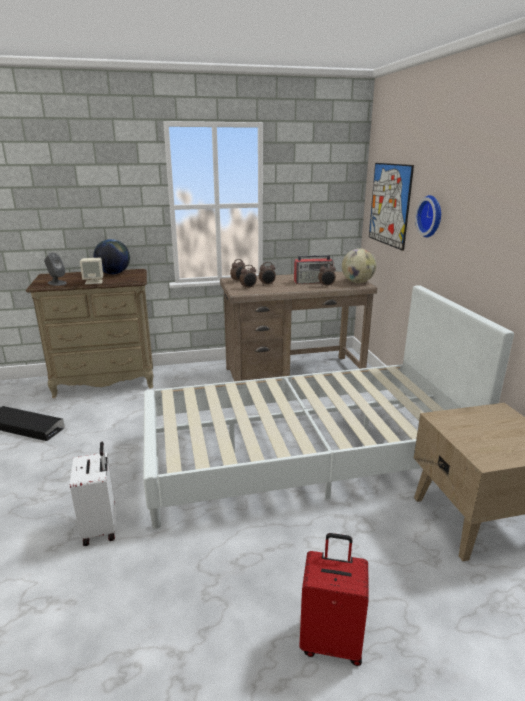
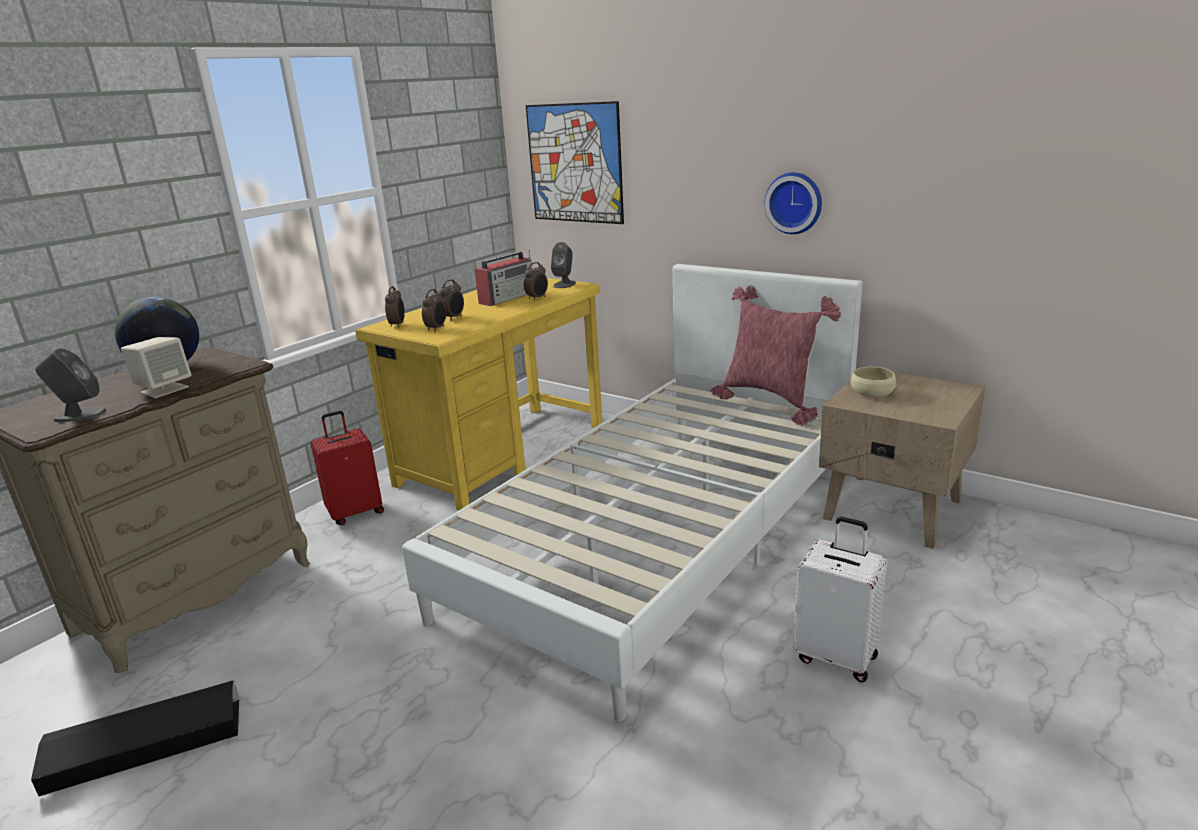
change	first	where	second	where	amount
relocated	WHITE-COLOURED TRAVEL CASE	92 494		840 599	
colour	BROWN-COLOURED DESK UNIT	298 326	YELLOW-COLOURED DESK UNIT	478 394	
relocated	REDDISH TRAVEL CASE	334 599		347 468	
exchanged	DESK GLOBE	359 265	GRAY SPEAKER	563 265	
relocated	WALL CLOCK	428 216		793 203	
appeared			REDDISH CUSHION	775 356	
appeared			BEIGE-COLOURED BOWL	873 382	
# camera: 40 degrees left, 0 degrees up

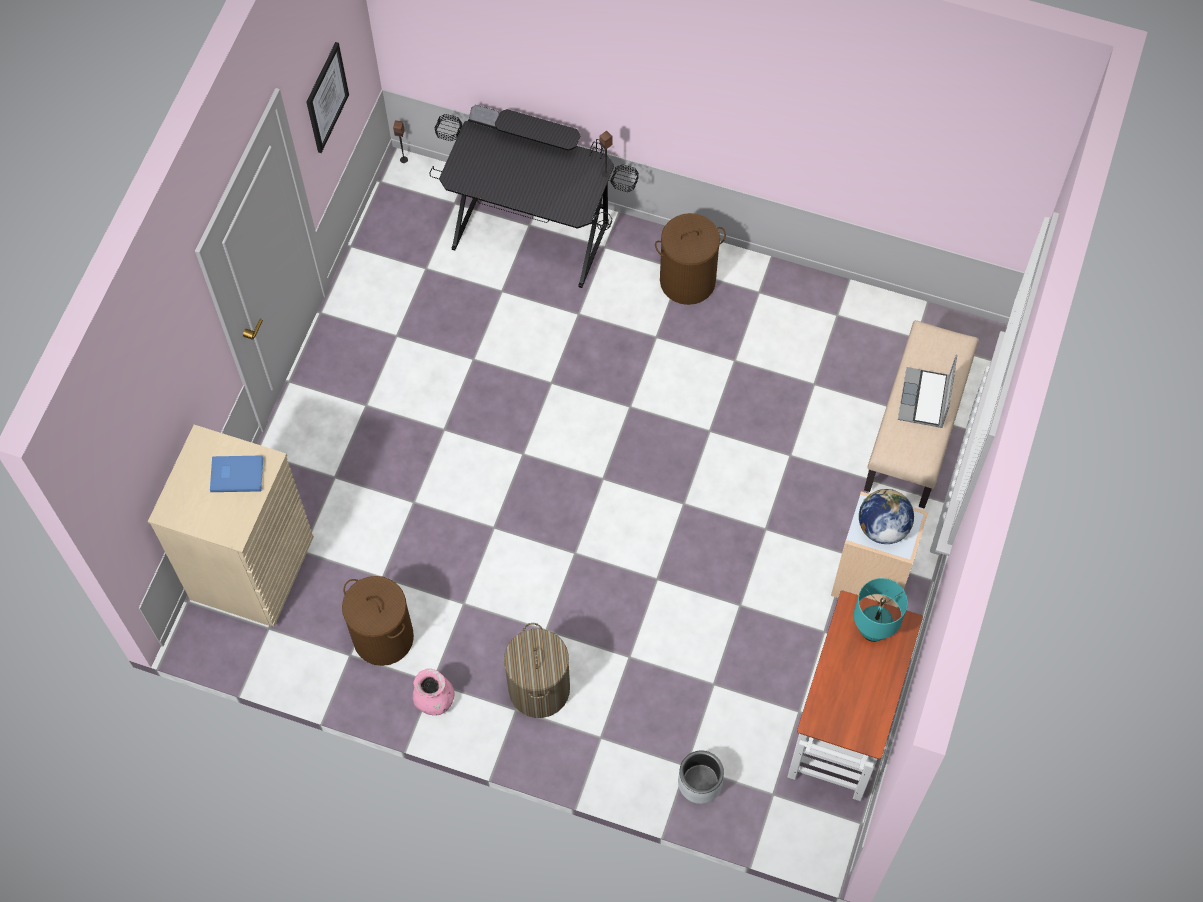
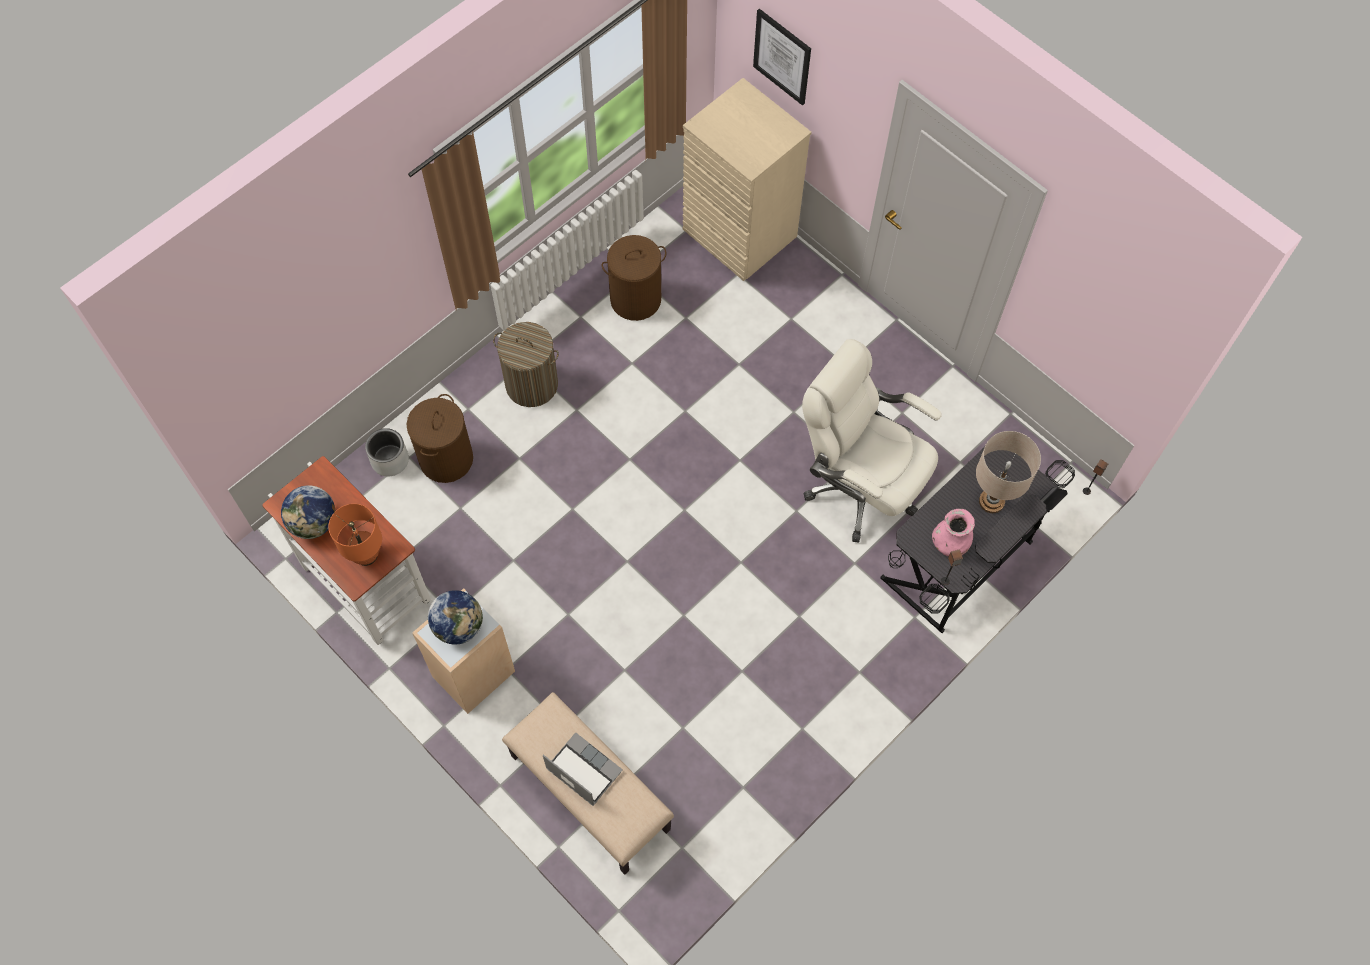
change	first	where	second	where	amount
missing	BLUE BOUND BOOK	236 473			
relocated	WALL ART	327 97		782 57	
relocated	PINKISH FLOWER VASE	433 692		953 533	
relocated	BROWN-COLOURED WASHING BASKET	690 259		440 438	
colour	BLUE-GREEN TABLETOP LAMP	881 610	ORANGE TABLETOP LAMP	355 535	
appeared			DESK GLOBE	308 512	
appeared			WHITE-COLOURED DESK CHAIR	872 441	
appeared			BEIGE-COLOURED TABLETOP LAMP	1008 472	
# camera: 115 degrees right, 0 degrees up

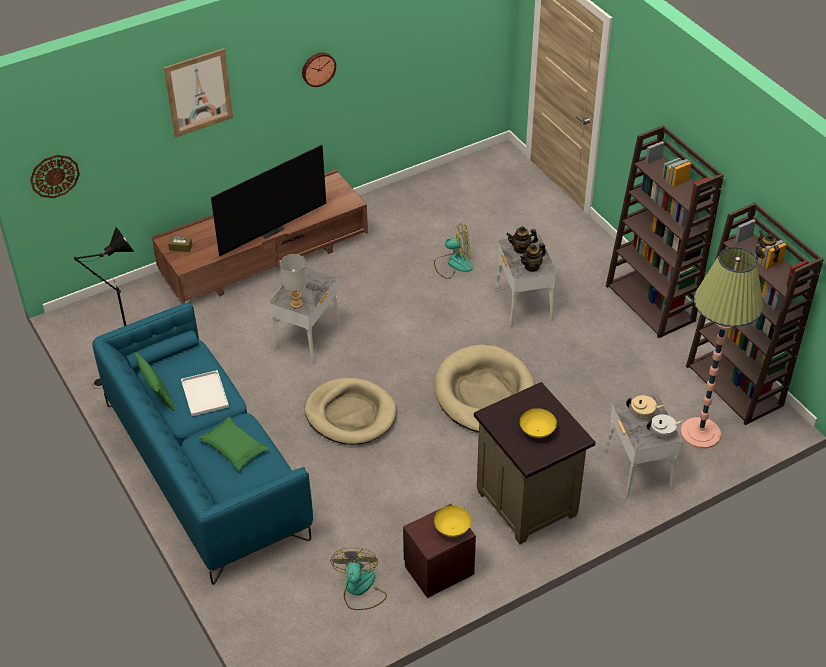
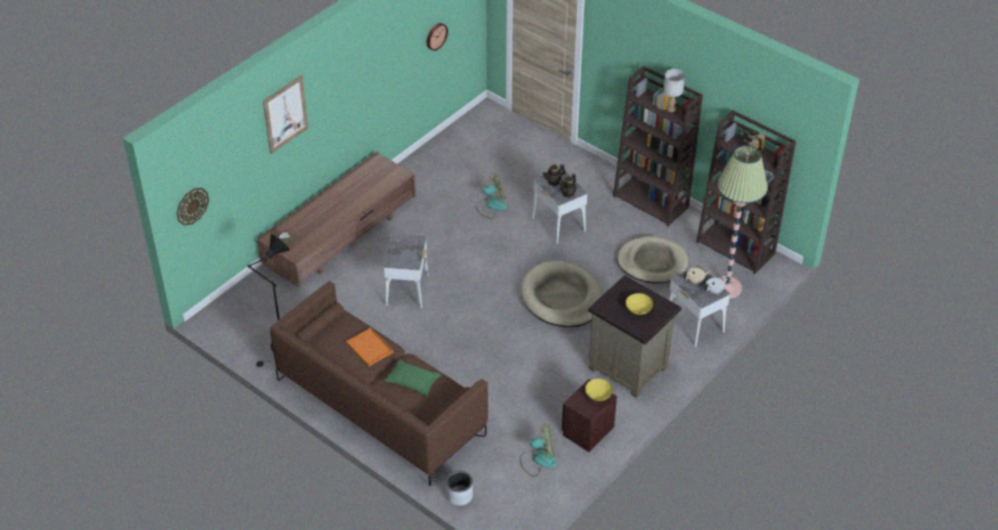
change	first	where	second	where	amount
colour	BLUE COUCH	202 443	BROWN-COLOURED COUCH	379 383	
missing	GREEN-COLOURED CUSHION	155 381			
colour	WHITE-COLOURED TRAY	205 393	ORANGE TRAY	369 347	
missing	TV SET	268 201			
relocated	GRAY TABLETOP LAMP	294 281		674 90	
relocated	WALL CLOCK	319 70		437 37	
relocated	BEIGE-COLOURED DOG BED	350 411		652 259	
spun	COOLING FAN	358 578		538 450	105 degrees clockwise
appeared			GRAY PLANT POT	459 488	
# camera: 20 degrees left, 0 degrees up

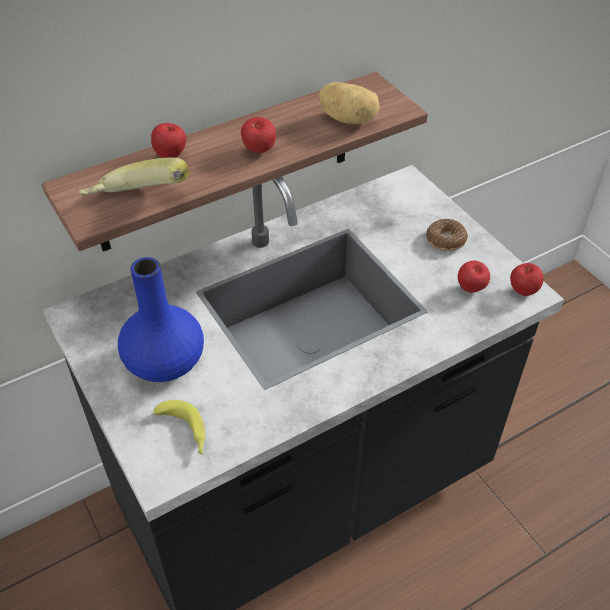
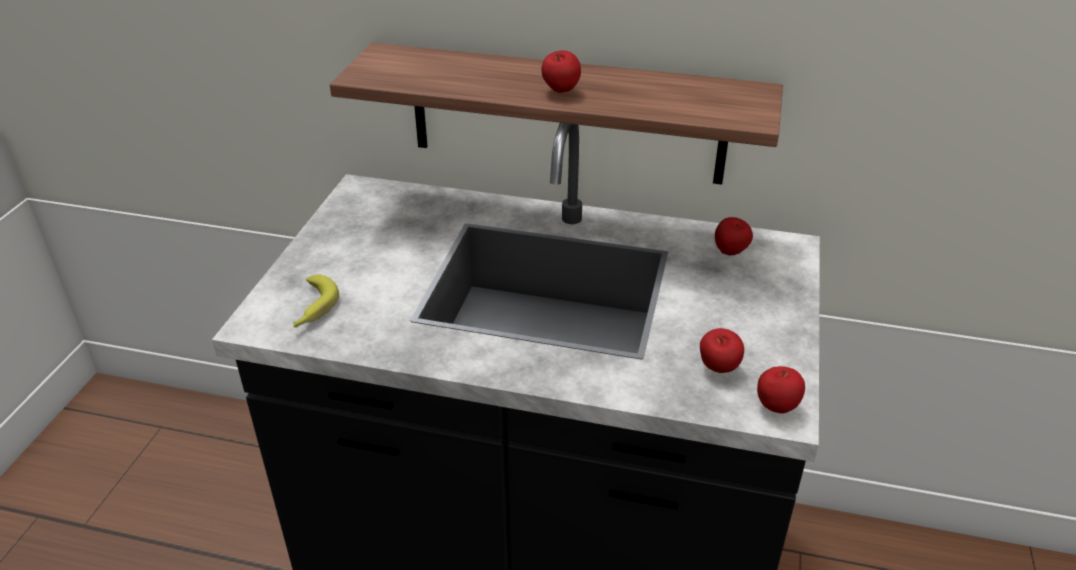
change	first	where	second	where	amount
missing	WHOLE BANANA	134 176			
missing	BLUE FLOWER VASE	161 319			
relocated	WHOLE APPLE	168 140		734 236	
missing	POTATO	349 103			
missing	RING DOUGHNUT	447 235			
# camera: 45 degrees right, 10 degrees down

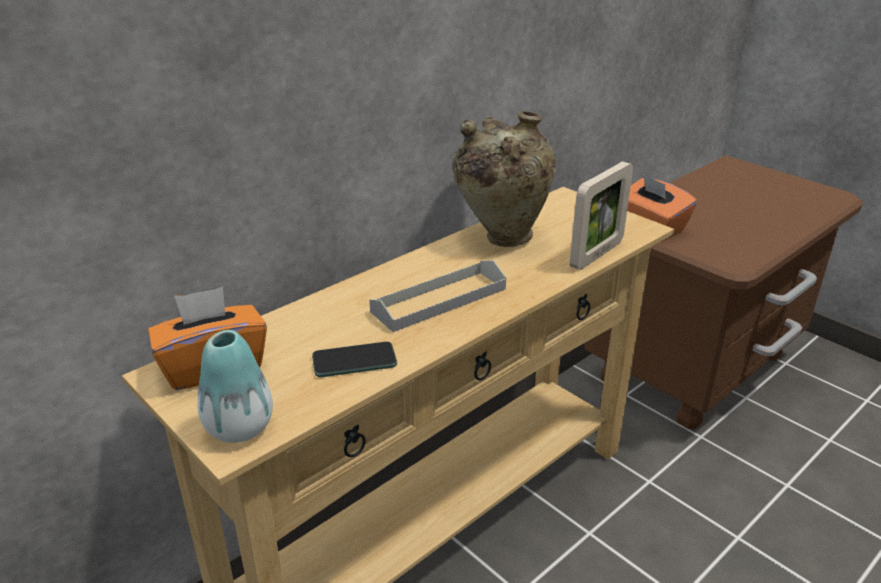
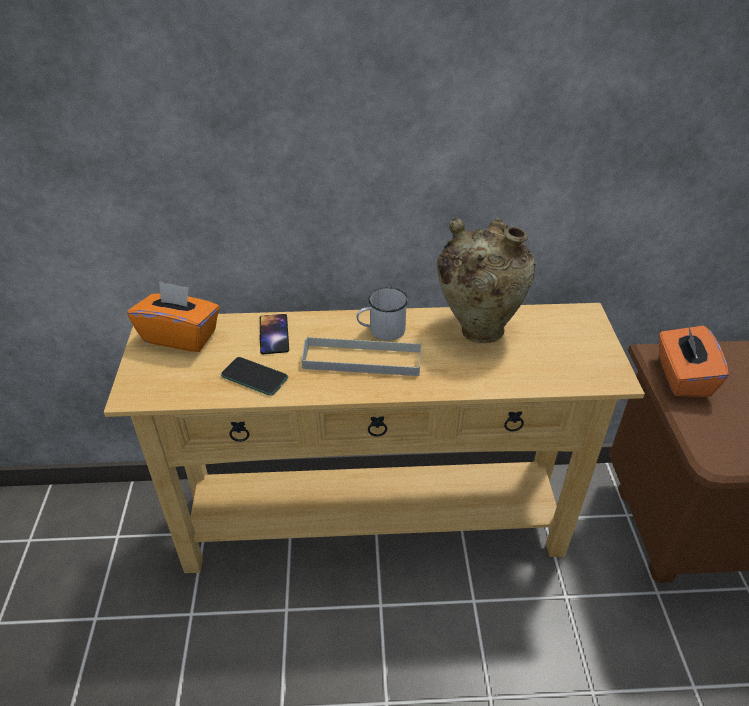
change	first	where	second	where	amount
missing	FLOWER VASE	235 386			
missing	PICTURE FRAME	601 215			
appeared			HANDSET	274 334	
appeared			WHITE-COLOURED MUG	382 314	
# camera: 40 degrees right, 10 degrees up

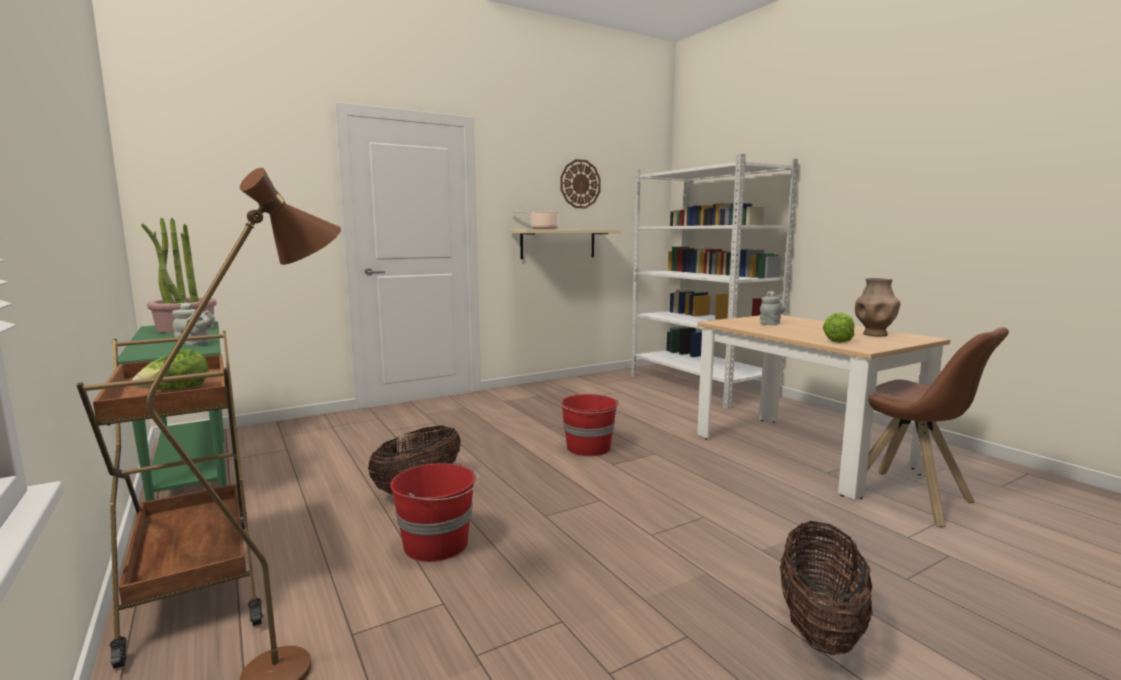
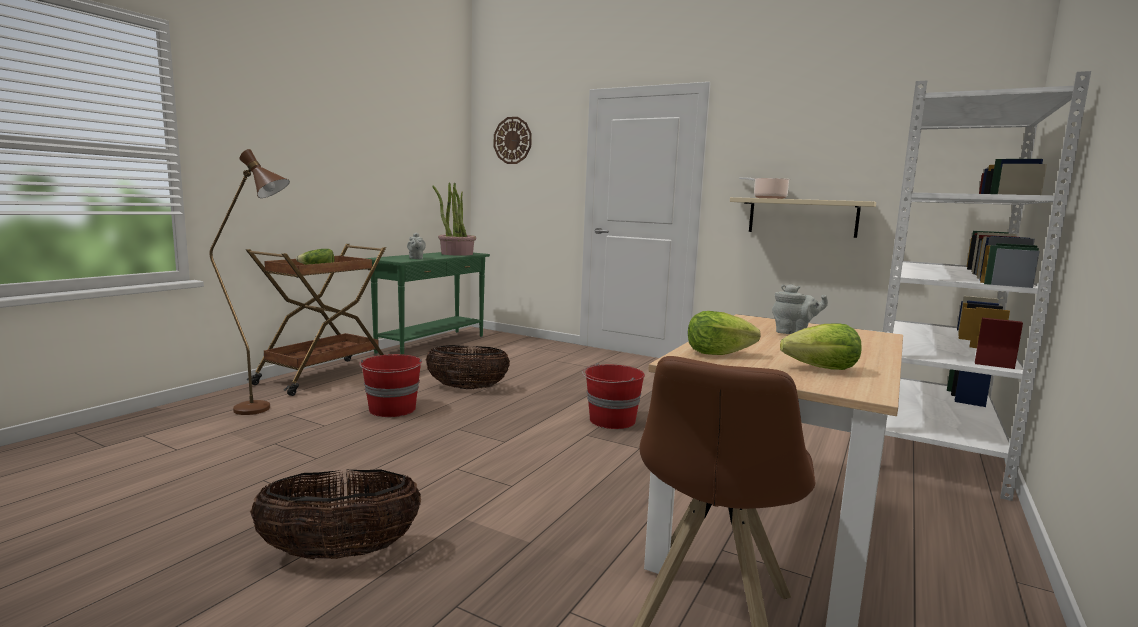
change	first	where	second	where	amount
relocated	WALL CLOCK	581 183		513 140	
exchanged	BROWN-COLOURED FLOWER VASE	877 307	LETTUCE HEAD	820 346	
# camera: 60 degrees right, 0 degrees up

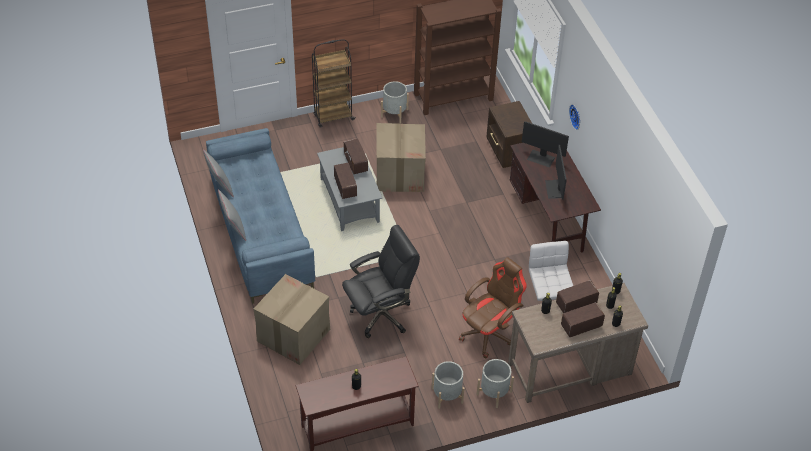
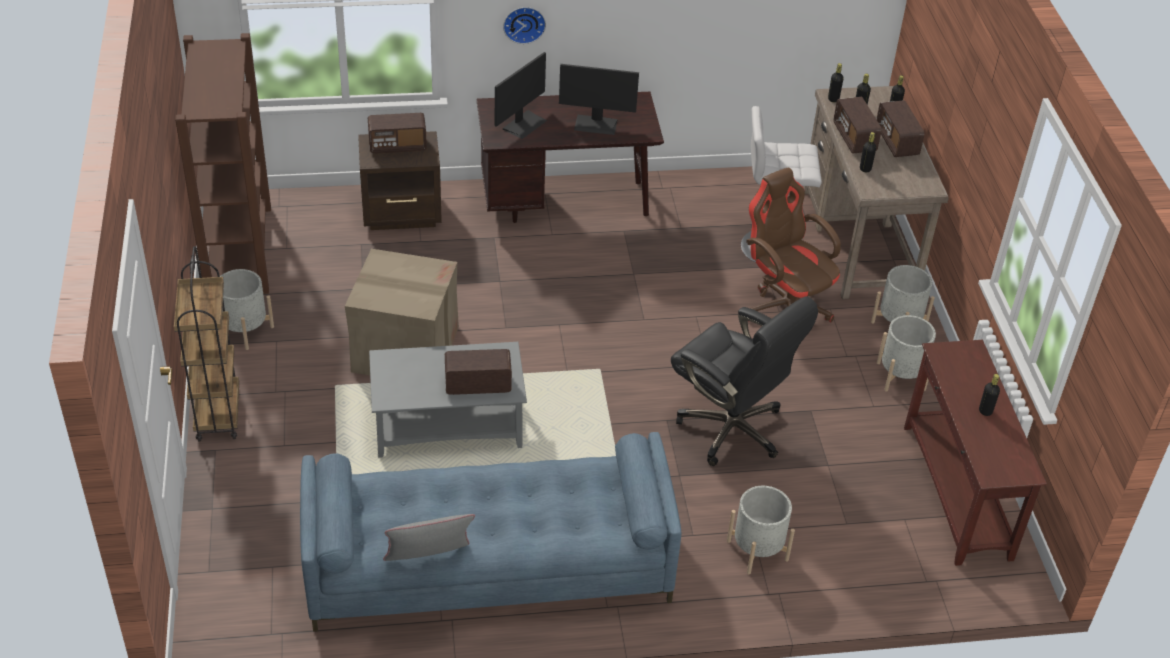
change	first	where	second	where	amount
missing	GRAY CUSHION	232 215			
exchanged	CARDBOARD BOX	291 319	GRAY PLANT POT	761 530	
spun	BLACK DESK CHAIR	381 281		744 381	150 degrees clockwise
relocated	RADIO	356 156		397 133	
# camera: 80 degrees left, 5 degrees down

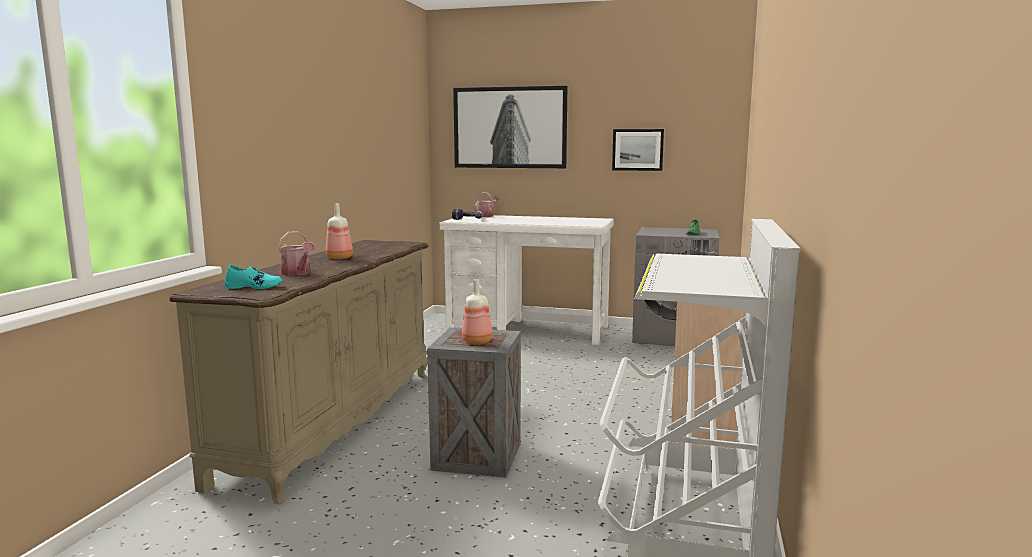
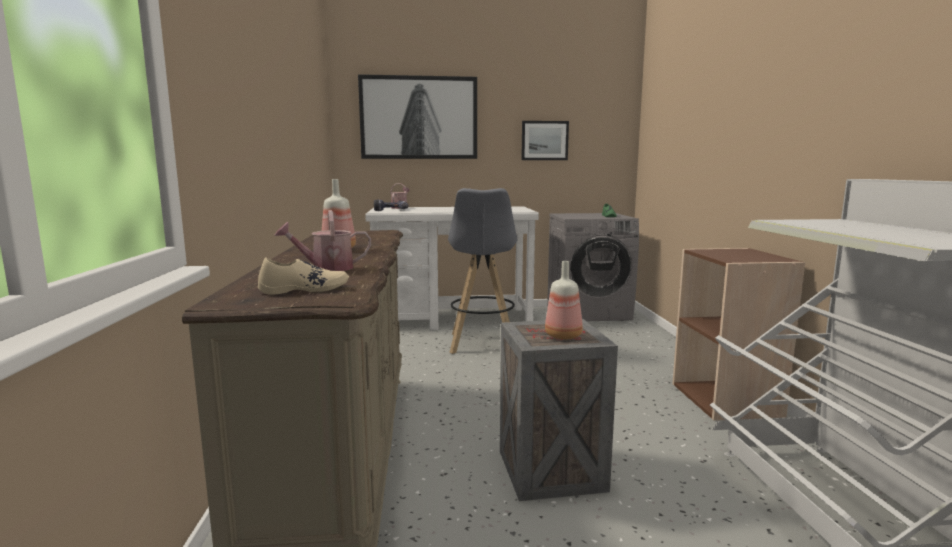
change	first	where	second	where	amount
colour	BLUE-GREEN SHOE	253 277	BEIGE-COLOURED SHOE	303 276	
spun	WATERING POT	296 253		322 240	135 degrees clockwise
appeared			GRAY STOOL	483 271	
# camera: 20 degrees left, 0 degrees up

